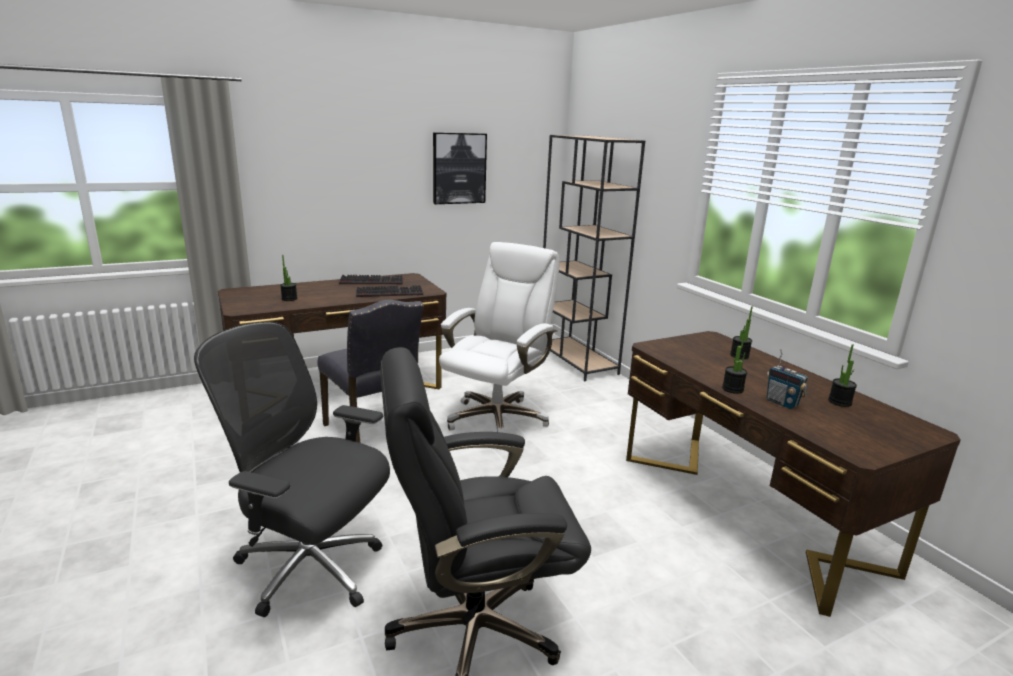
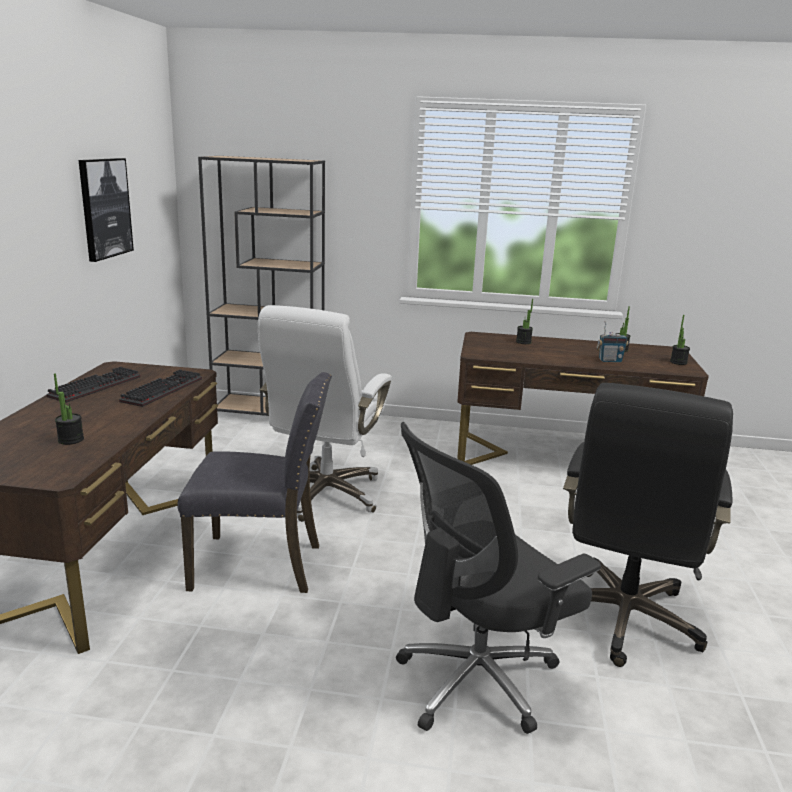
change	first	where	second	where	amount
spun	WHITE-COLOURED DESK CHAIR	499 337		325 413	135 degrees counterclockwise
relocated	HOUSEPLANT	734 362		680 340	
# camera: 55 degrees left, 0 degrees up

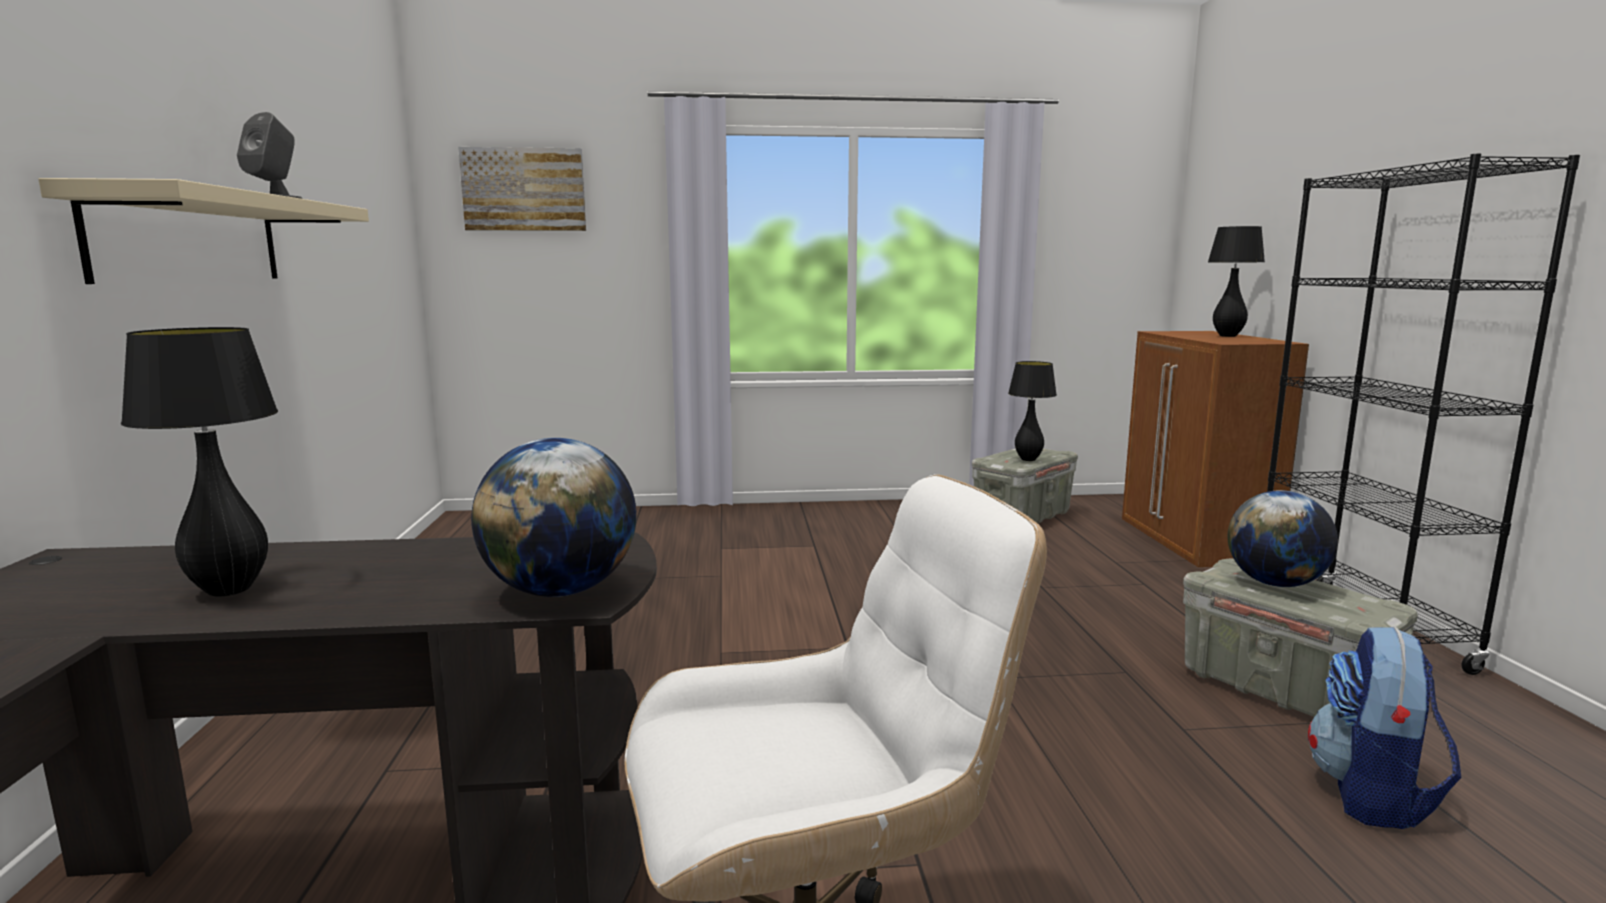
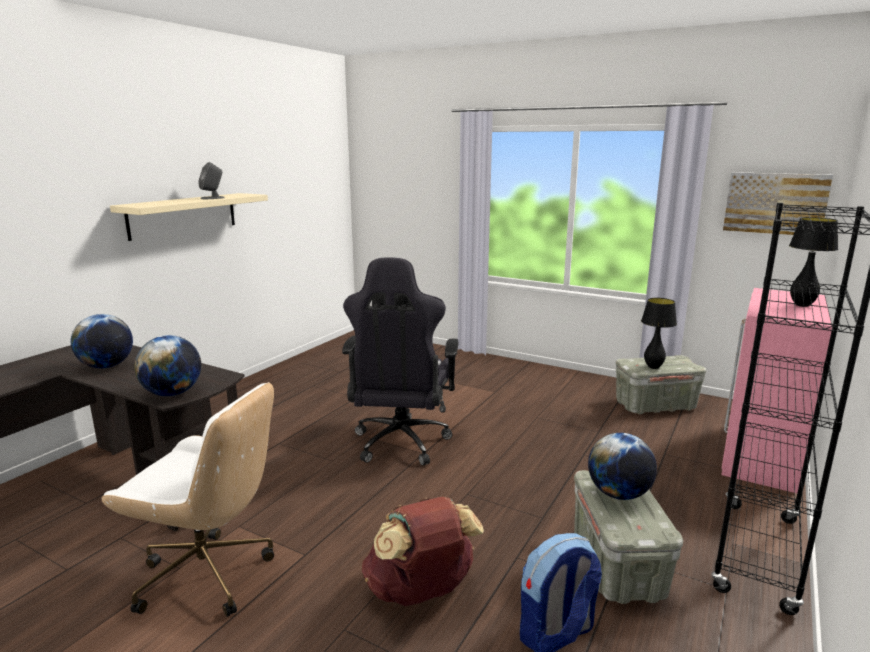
change	first	where	second	where	amount
exchanged	BLACK TABLETOP LAMP	199 461	DESK GLOBE	102 341	
relocated	WALL ART	522 189		778 203	
colour	BROWN-COLOURED CUPBOARD	1215 449	PINKISH CUPBOARD	776 390	
appeared			BLACK DESK CHAIR	400 361	
appeared			BROWN-COLOURED KNAPSACK	423 551	
# camera: 35 degrees right, 5 degrees up

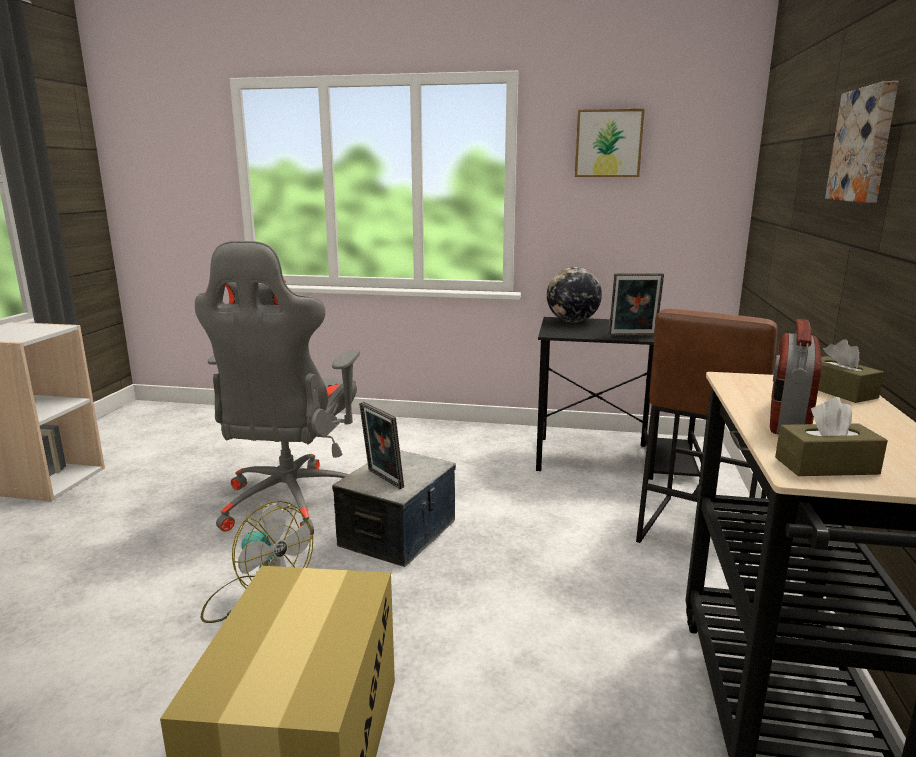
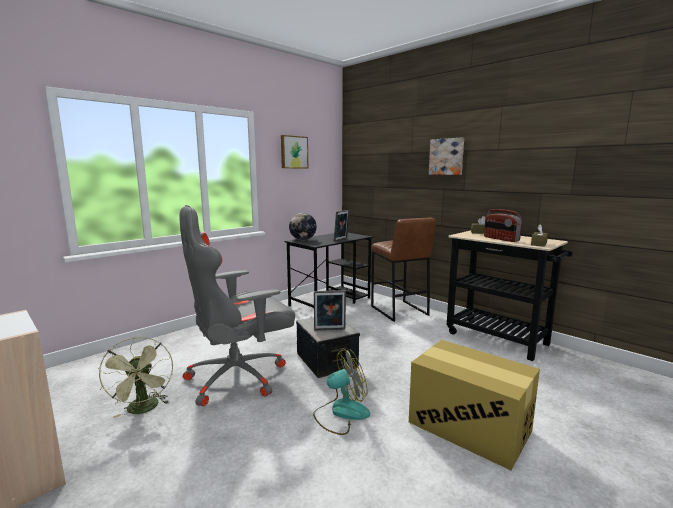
change	first	where	second	where	amount
spun	GRAY DESK CHAIR	277 388		237 305	105 degrees clockwise
appeared			GREEN-COLOURED COOLING FAN	135 377	
# camera: 55 degrees left, 5 degrees down

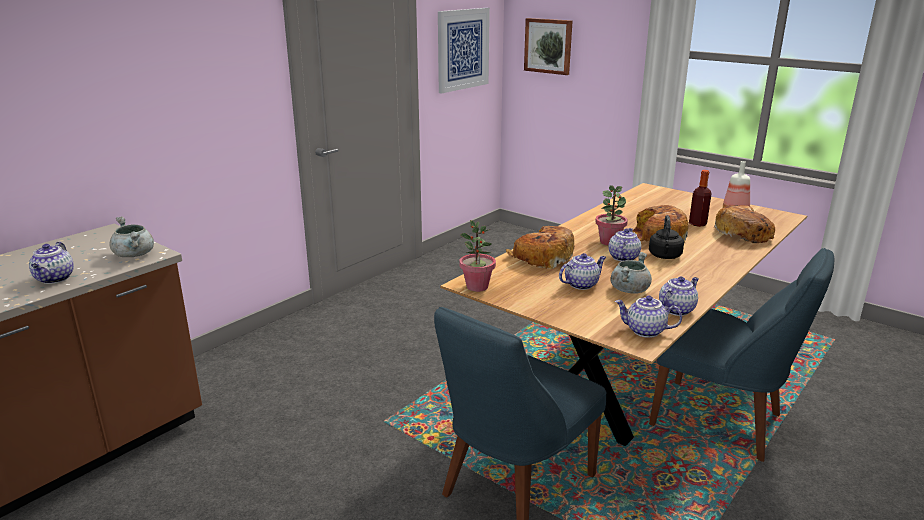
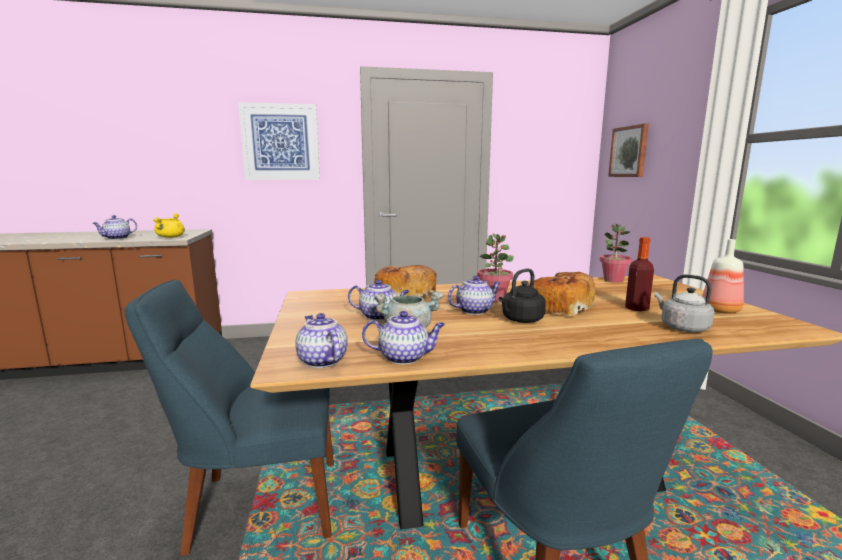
change	first	where	second	where	amount
colour	GRAY STOCKPOT	131 237	YELLOW-COLOURED STOCKPOT	169 225	
relocated	WALL ART	464 50		279 141	
relocated	HOUSEPLANT	478 256		616 253	
exchanged	BREAD	744 224	GRAY TEA KETTLE	684 303	
# camera: 40 degrees right, 10 degrees down

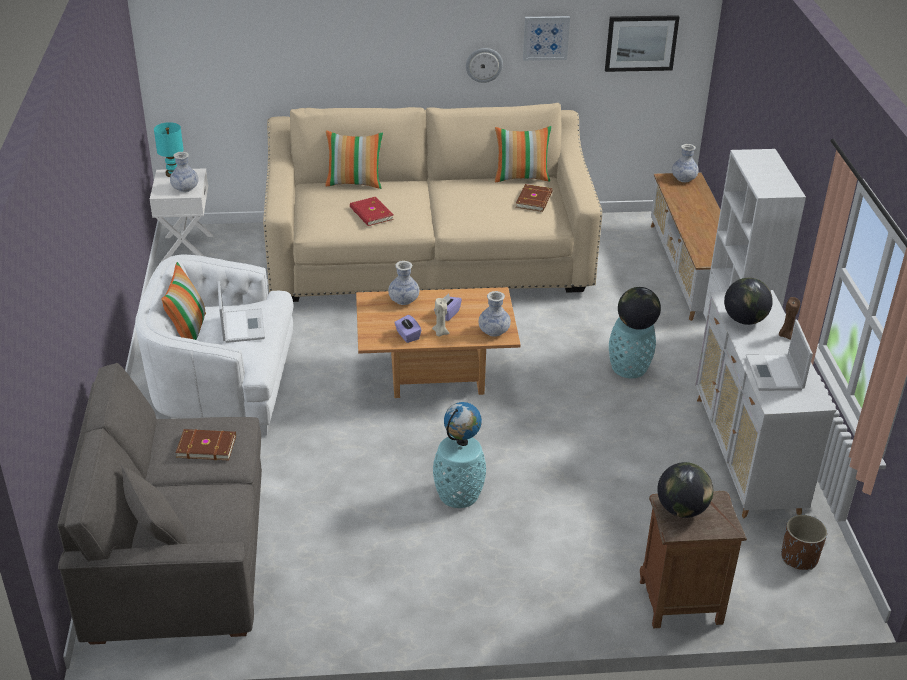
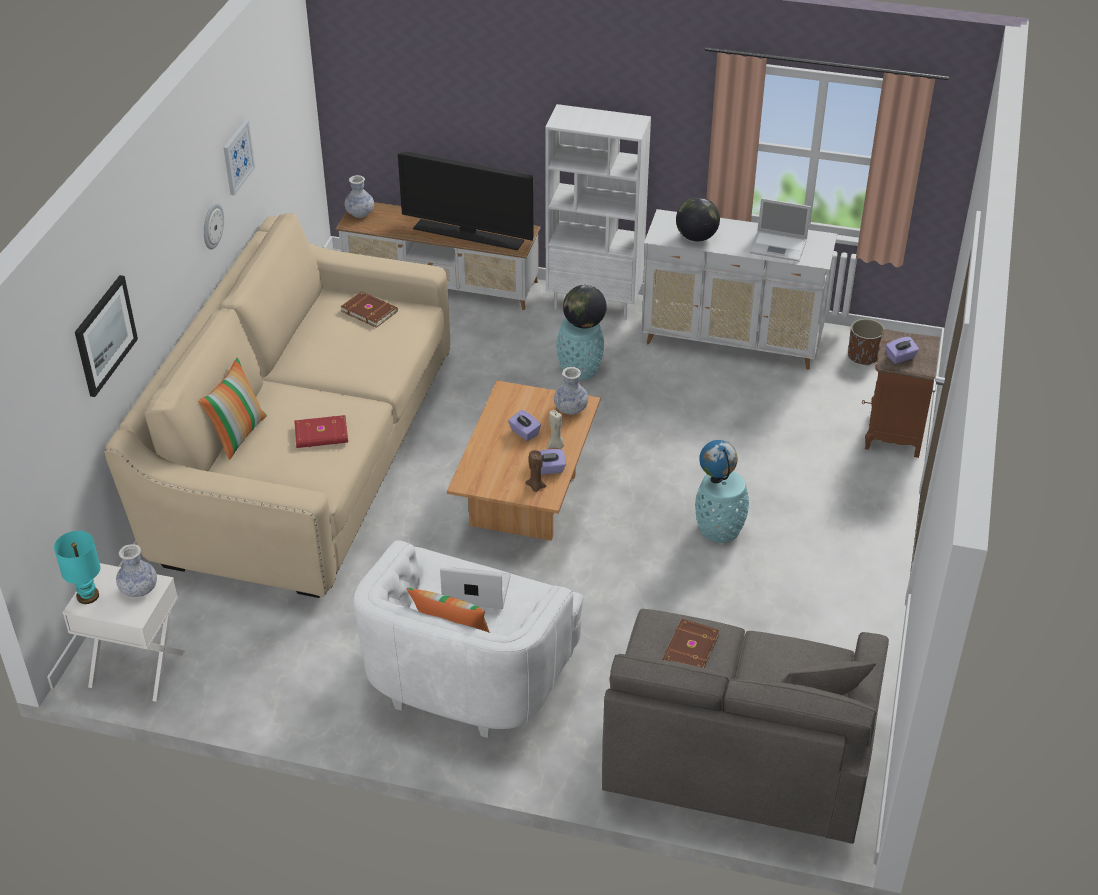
change	first	where	second	where	amount
missing	FLOWER VASE	403 283			
missing	CUSHION	523 154			
relocated	WALL ART	642 43		106 336	
exchanged	DESK GLOBE	685 490	PURPLE-COLOURED TISSUE BOX	902 350	
relocated	BROWN-COLOURED WAX CANDLE	789 318		536 471	
appeared			TV SET	465 200	
# camera: 70 degrees left, 5 degrees up

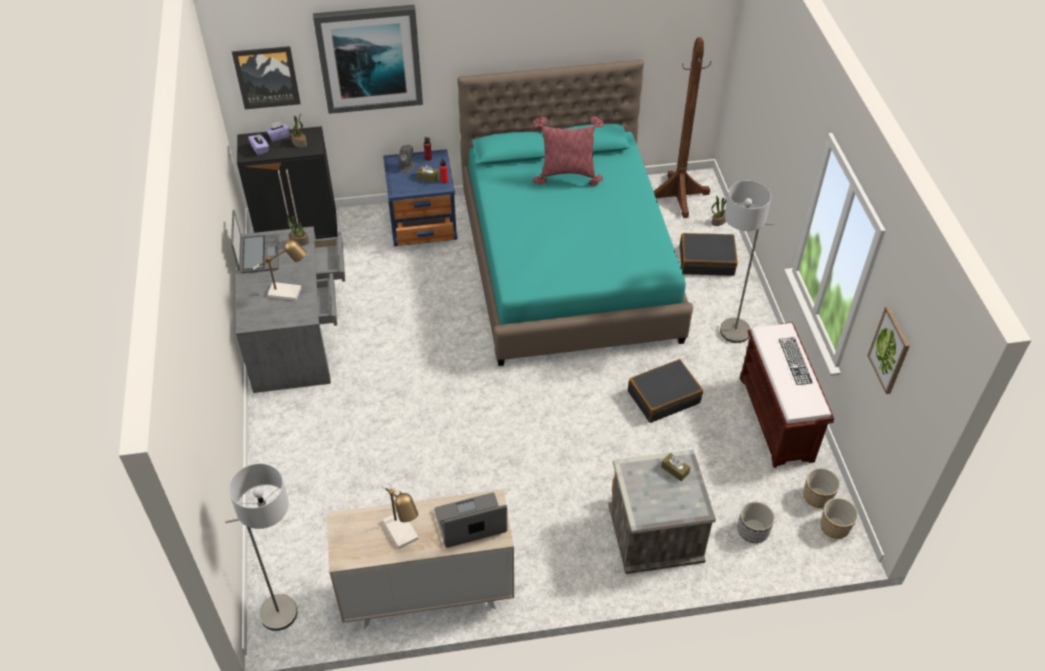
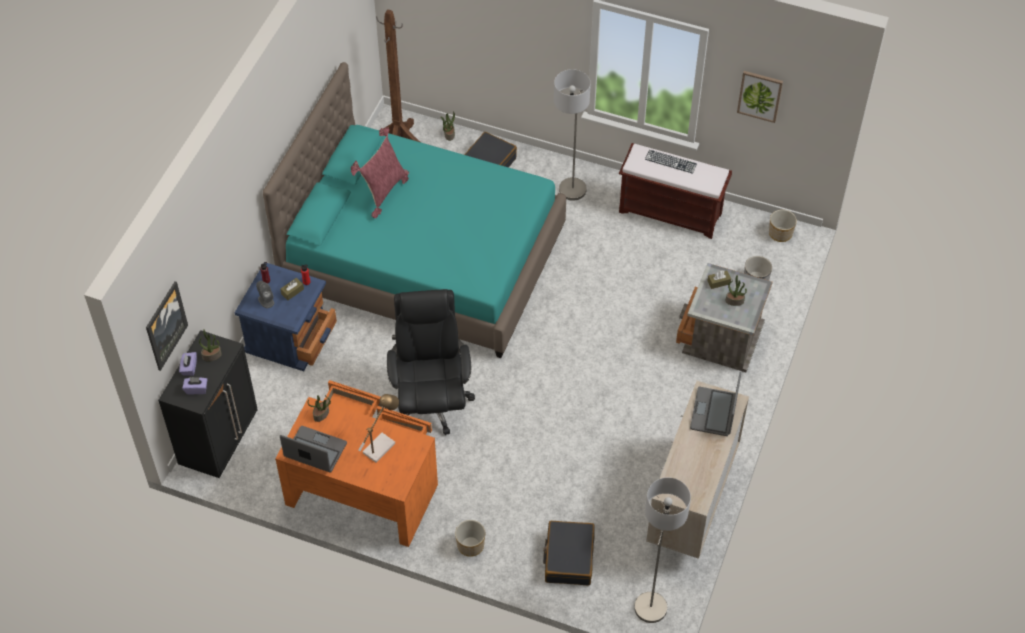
change	first	where	second	where	amount
colour	GRAY DESK UNIT	290 309	ORANGE DESK UNIT	356 463	
missing	WALL ART	368 59			
missing	TABLETOP LAMP	400 517			
relocated	BLACK TRAVEL CASE	665 391		569 553	
relocated	PLANT POT	821 488		470 538	
appeared			BLACK DESK CHAIR	431 362	
appeared			HOUSEPLANT	736 290	
# camera: 60 degrees left, 5 degrees up

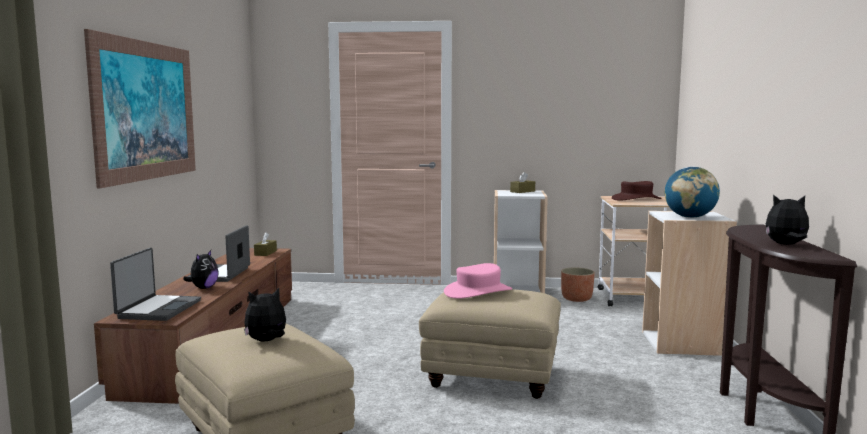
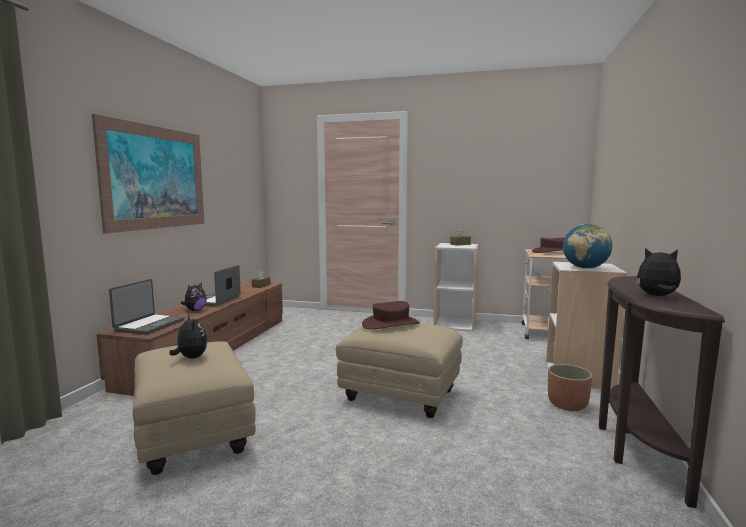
change	first	where	second	where	amount
spun	SOFT TOY	265 314		188 337	75 degrees clockwise
colour	PINKISH WEARABLE HAT	478 281	BROWN-COLOURED WEARABLE HAT	391 315	
relocated	PLANT POT	578 285		570 387	
# camera: 10 degrees right, 0 degrees up

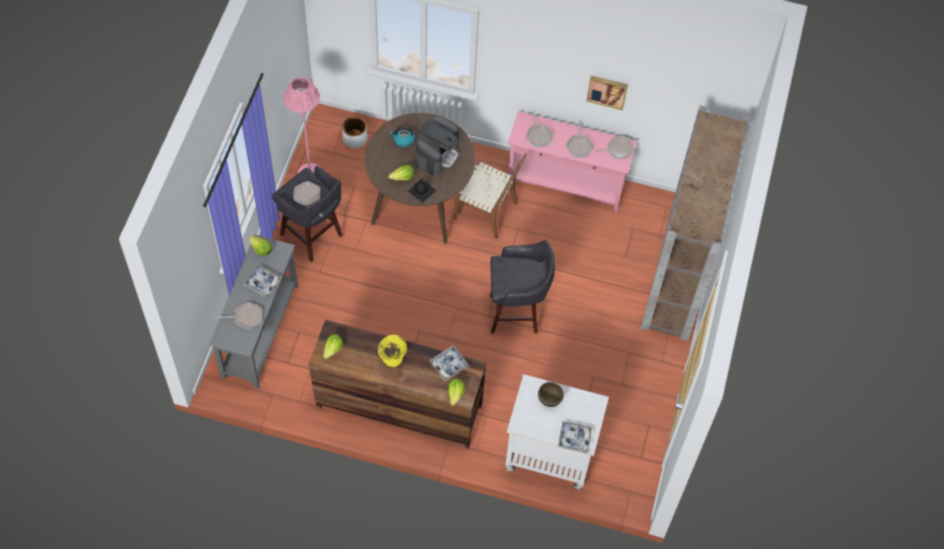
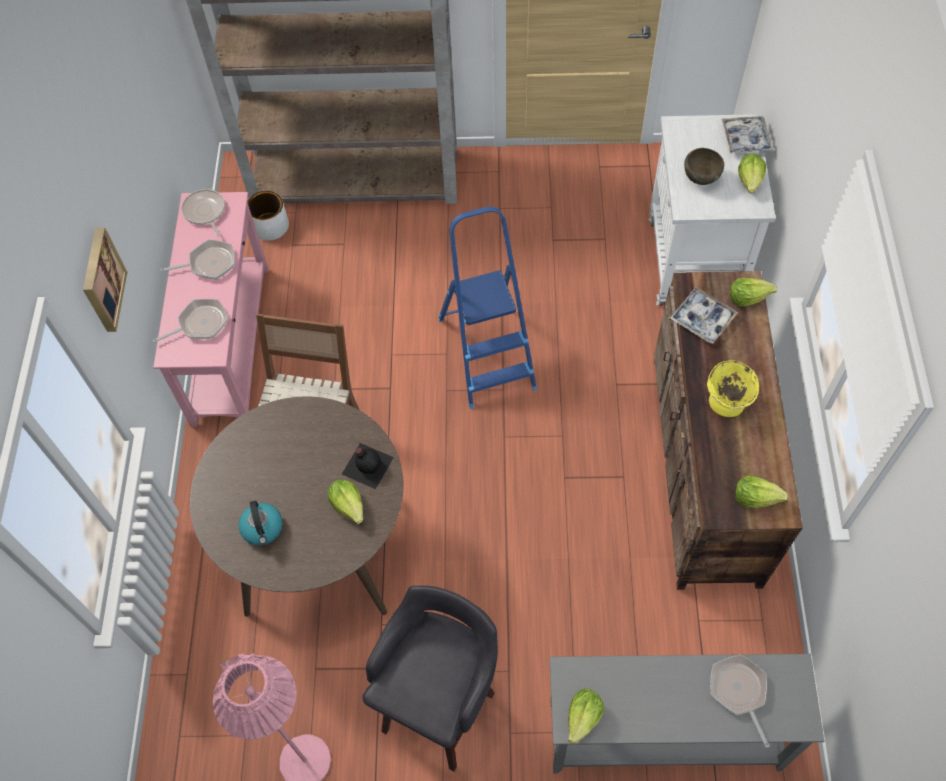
change	first	where	second	where	amount
missing	TRAY	262 281			
missing	PAN	307 199			
relocated	WHITE-COLOURED PLANT POT	354 132		268 216	
missing	COFFEE BREWER	437 146			
exchanged	GRAY STOOL	522 287	BLUE STEP STOOL	487 308	
relocated	WALL ART	607 93		105 279	
appeared			LETTUCE HEAD	752 173	
# camera: 100 degrees left, 0 degrees up

